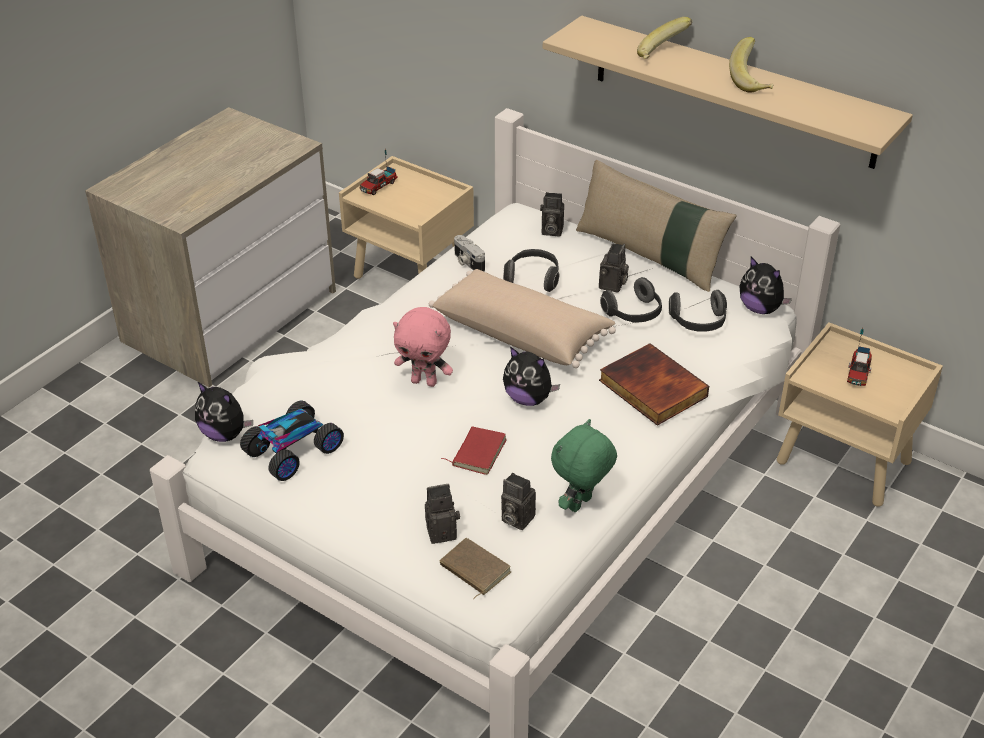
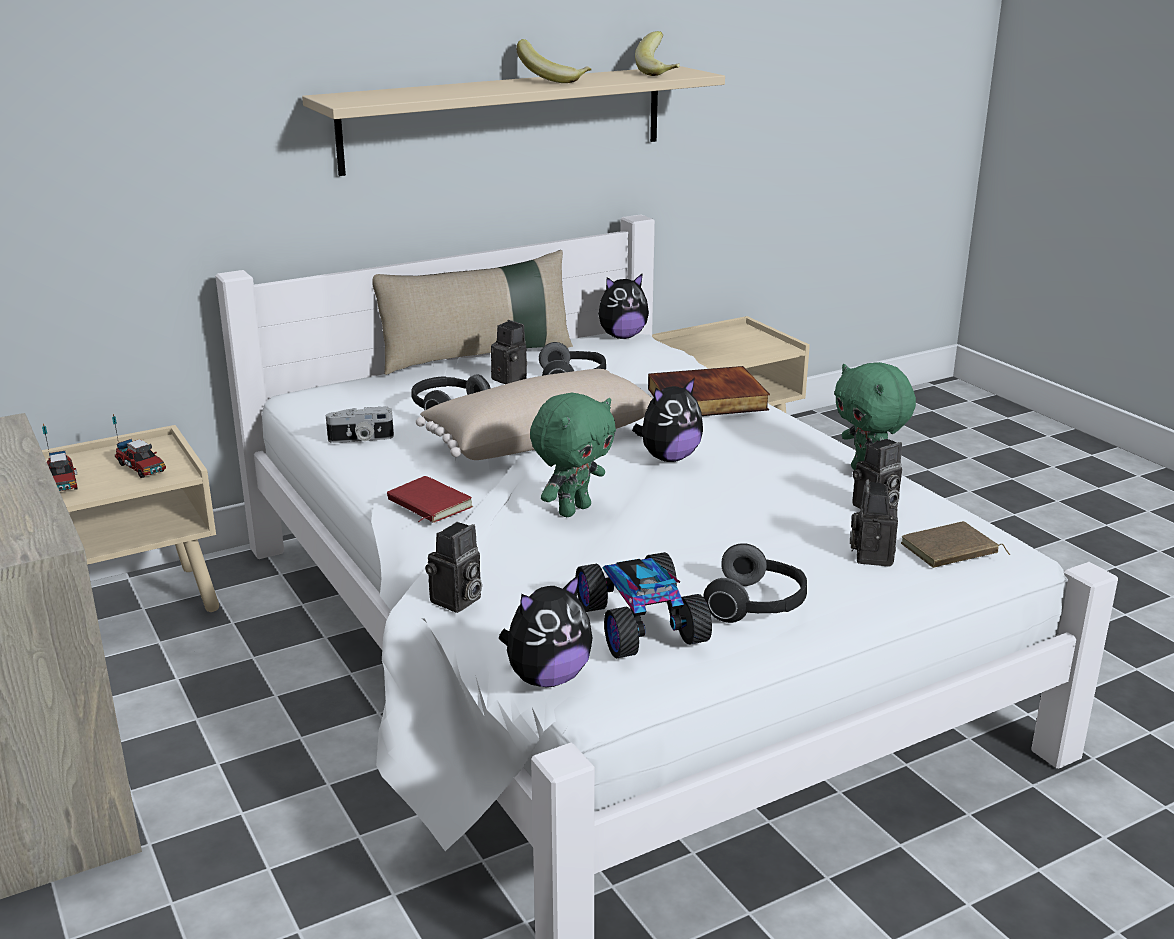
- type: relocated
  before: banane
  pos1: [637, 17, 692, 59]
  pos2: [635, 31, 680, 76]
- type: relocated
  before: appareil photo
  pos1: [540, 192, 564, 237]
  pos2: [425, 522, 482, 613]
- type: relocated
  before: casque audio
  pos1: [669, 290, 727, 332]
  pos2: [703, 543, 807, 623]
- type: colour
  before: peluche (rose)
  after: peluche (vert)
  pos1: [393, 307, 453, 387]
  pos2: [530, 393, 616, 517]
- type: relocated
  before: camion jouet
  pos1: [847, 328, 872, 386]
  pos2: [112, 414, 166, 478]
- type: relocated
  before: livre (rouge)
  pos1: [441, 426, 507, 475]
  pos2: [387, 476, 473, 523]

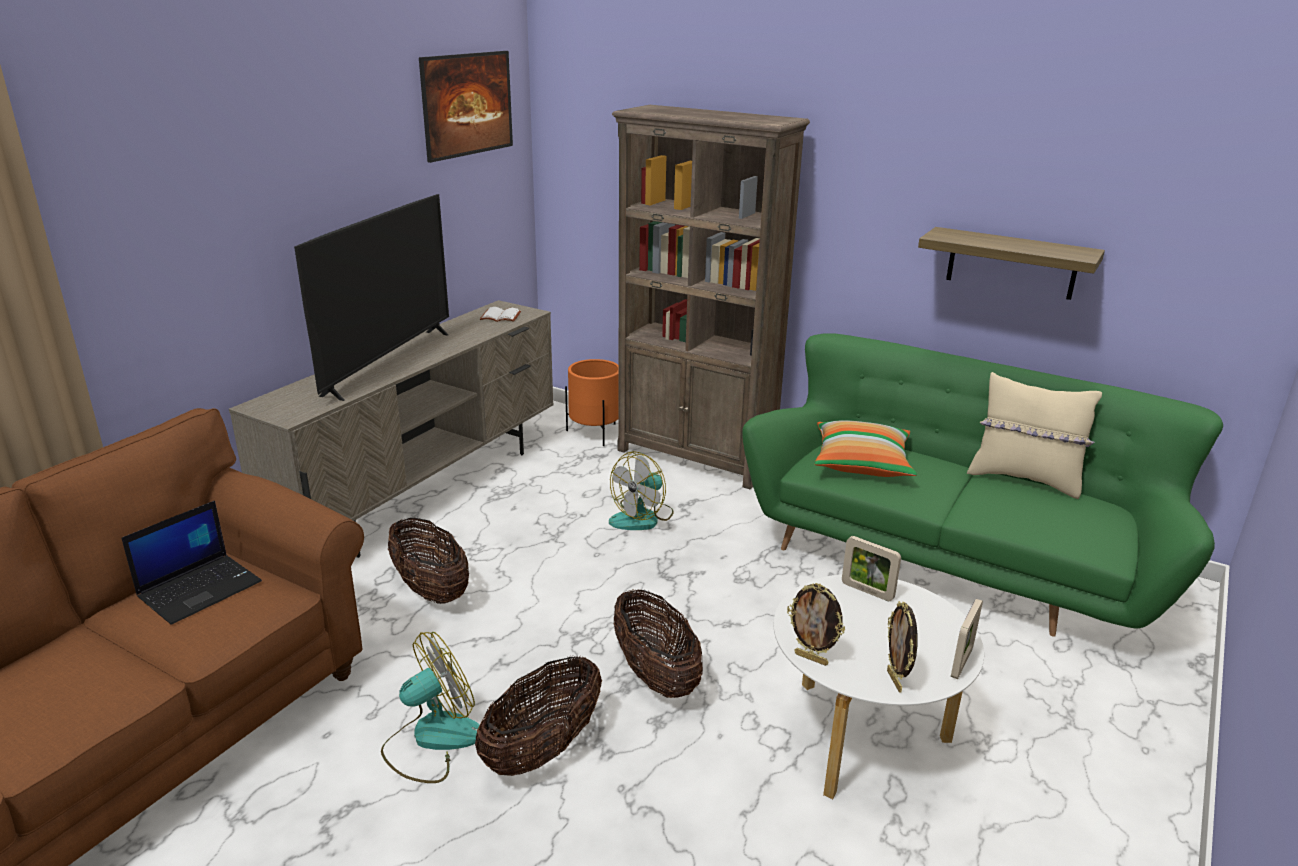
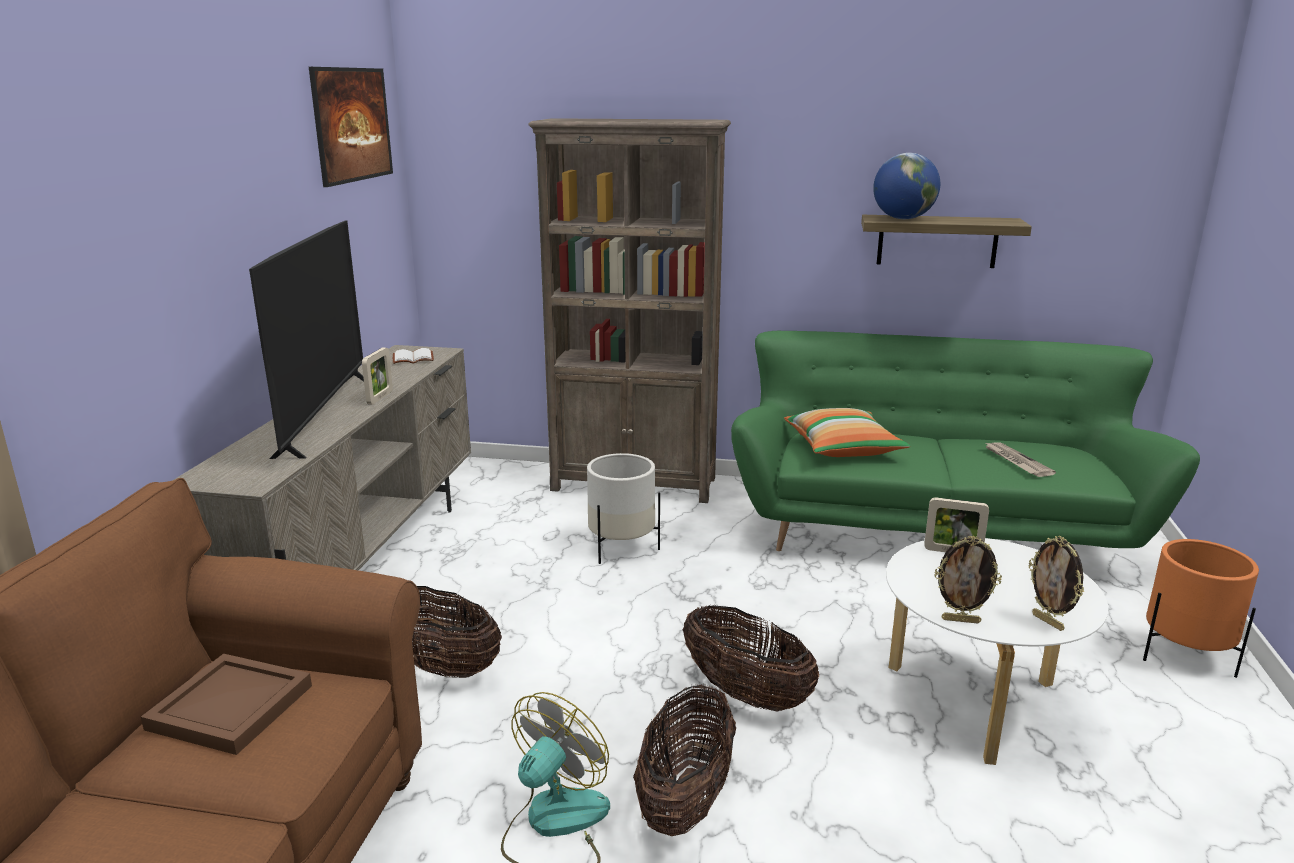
- type: relocated
  before: cache-pot (orange)
  pos1: [565, 359, 619, 446]
  pos2: [1143, 539, 1259, 678]
- type: missing
  before: coussin (beige)
  pos1: [967, 372, 1102, 499]
- type: exchanged
  before: ventilateur
  after: cache-pot (blanc)
  pos1: [609, 451, 674, 530]
  pos2: [587, 453, 660, 564]
- type: exchanged
  before: ordinateur portable
  after: plateau (marron)
  pos1: [122, 501, 262, 625]
  pos2: [141, 654, 312, 755]
- type: relocated
  before: cadre photo
  pos1: [951, 599, 983, 679]
  pos2: [362, 347, 393, 405]
- type: appeared
  after: globe
  pos2: [873, 153, 940, 219]
- type: appeared
  after: journal
  pos2: [984, 442, 1056, 477]

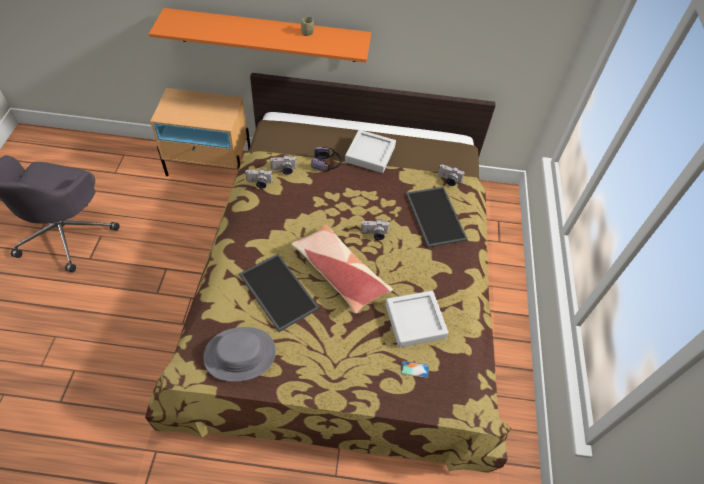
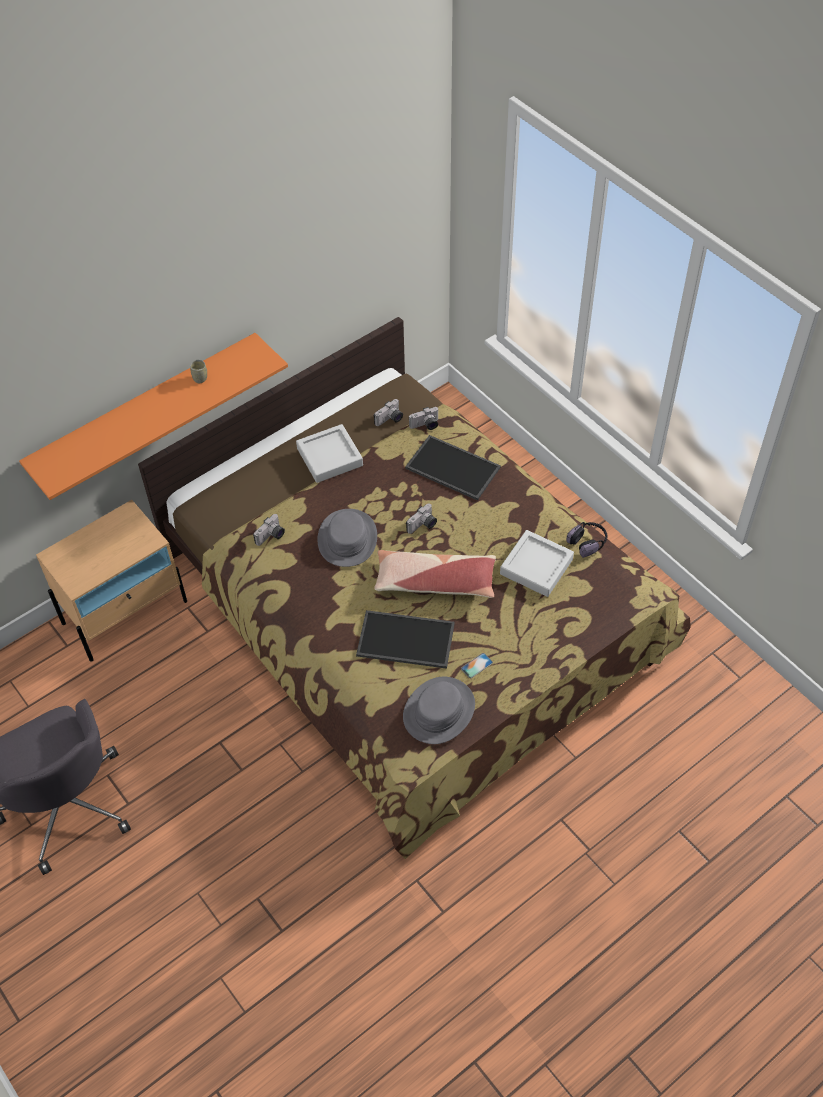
- type: relocated
  before: casque audio
  pos1: [311, 147, 342, 172]
  pos2: [566, 522, 607, 558]
- type: relocated
  before: appareil photo
  pos1: [245, 169, 273, 189]
  pos2: [374, 399, 403, 426]
- type: relocated
  before: téléphone
  pos1: [401, 361, 429, 378]
  pos2: [461, 653, 493, 678]
- type: appeared
  after: chapeau (gris)
  pos2: [317, 509, 377, 567]

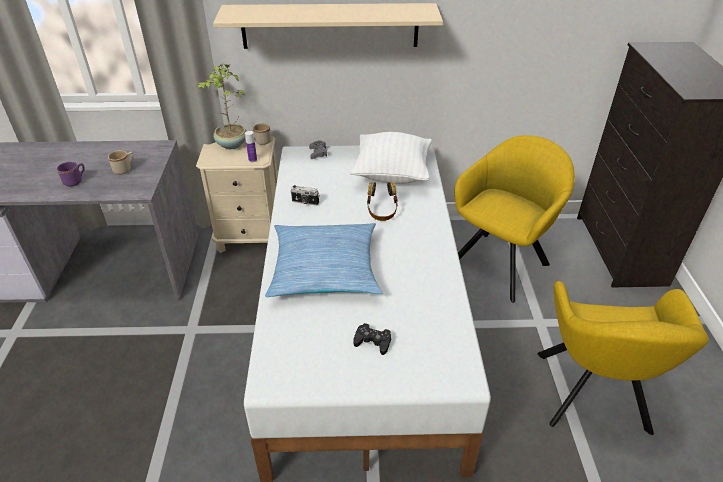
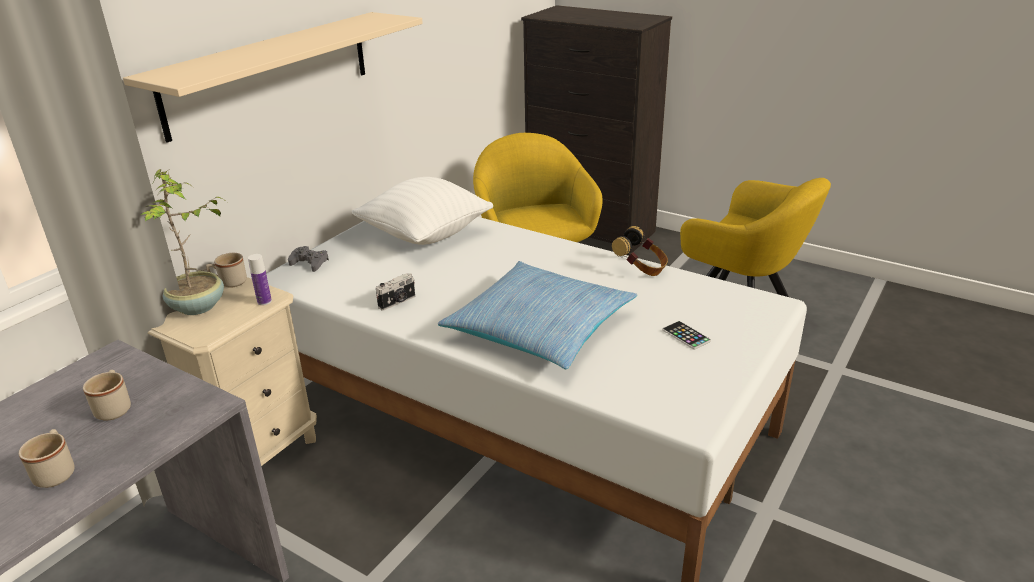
- type: colour
  before: mug (violet)
  after: mug (beige)
  pos1: [57, 162, 85, 187]
  pos2: [19, 429, 75, 488]
- type: relocated
  before: casque audio
  pos1: [367, 182, 398, 221]
  pos2: [612, 226, 668, 276]
- type: exchanged
  before: manette (noir)
  after: téléphone
  pos1: [353, 323, 391, 355]
  pos2: [662, 321, 711, 350]

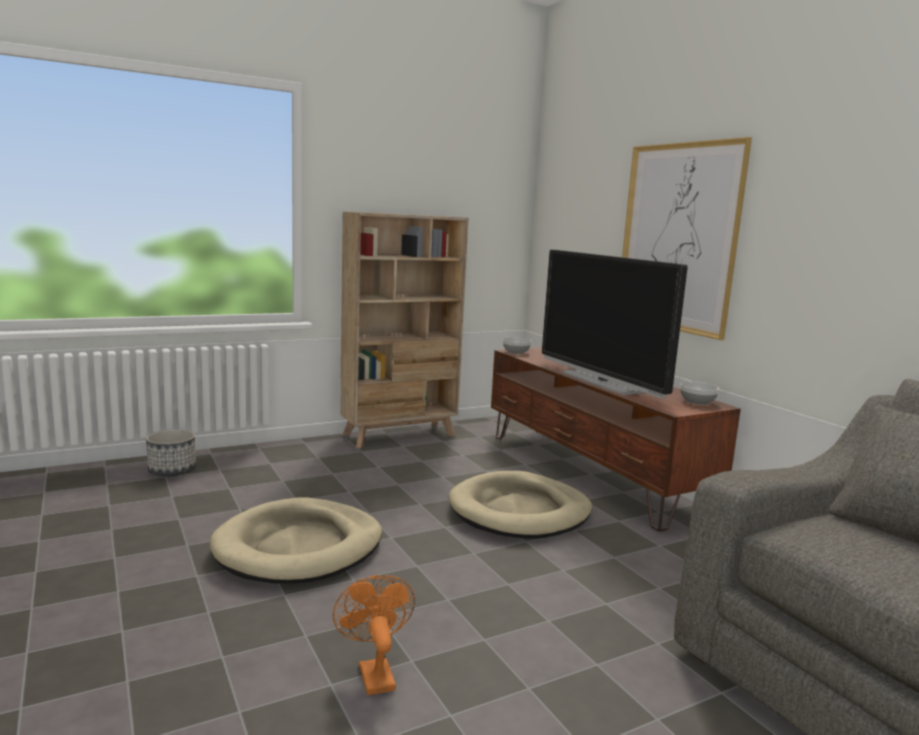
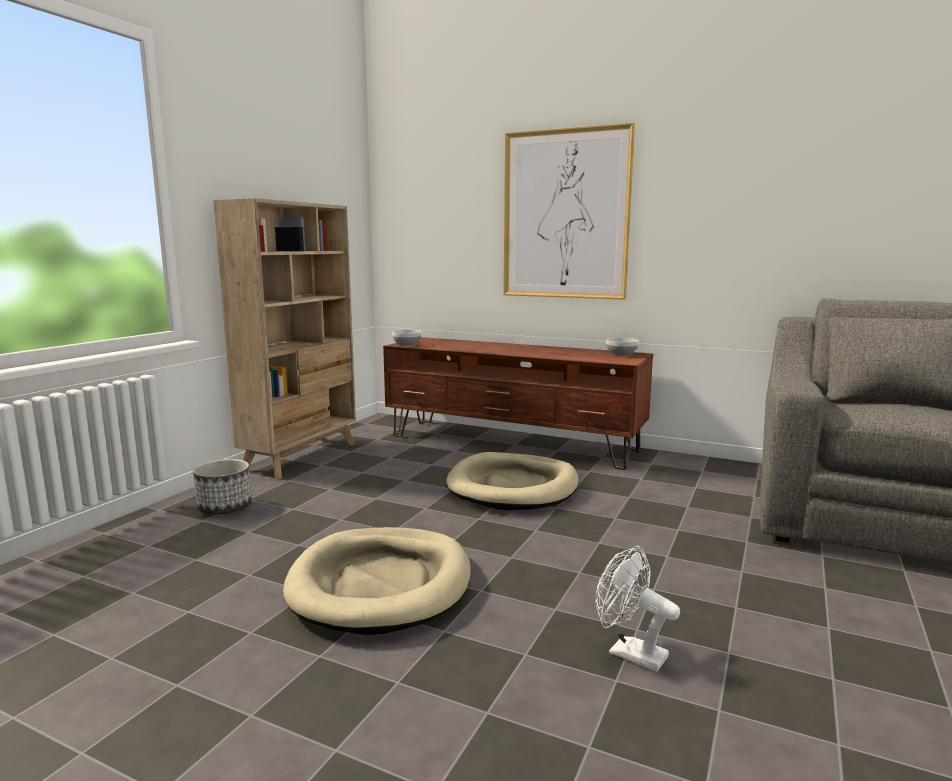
- type: missing
  before: téléviseur
  pos1: [542, 250, 688, 398]
- type: relocated
  before: cache-pot
  pos1: [146, 429, 196, 476]
  pos2: [193, 459, 252, 514]
- type: colour
  before: ventilateur (orange)
  after: ventilateur (blanc)
  pos1: [333, 575, 415, 695]
  pos2: [595, 546, 680, 672]

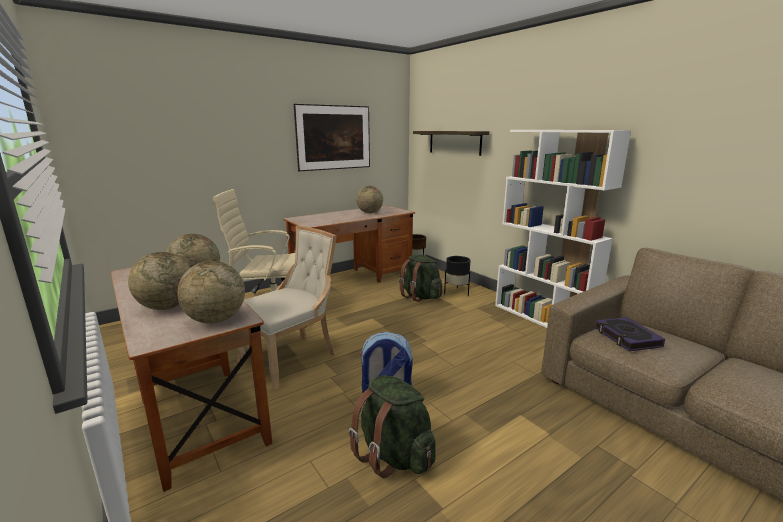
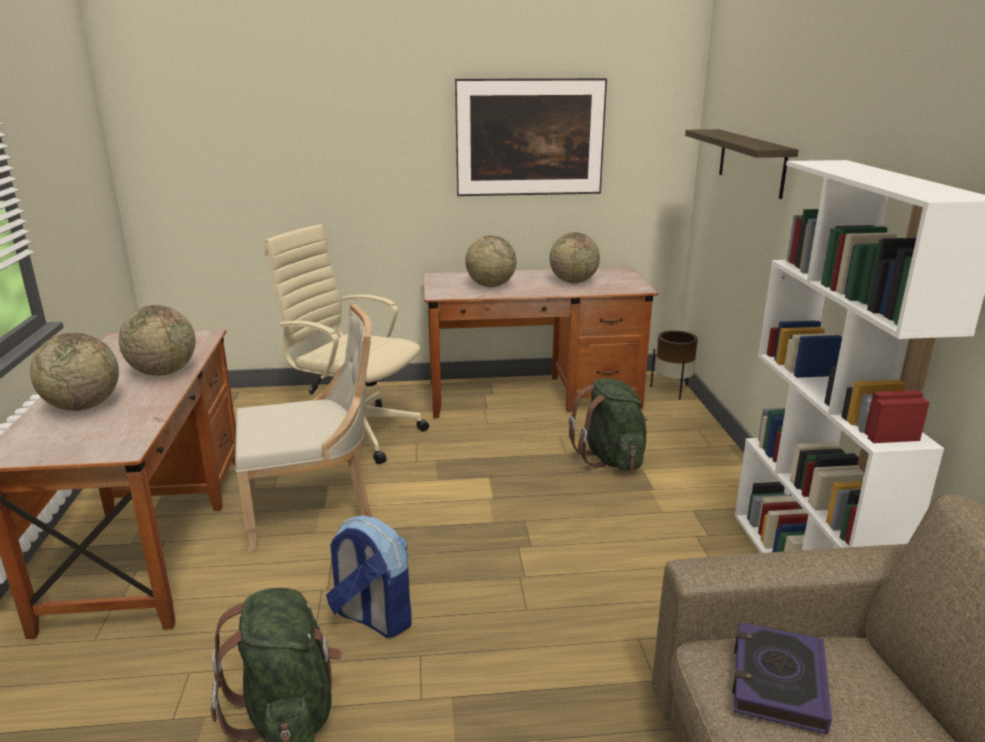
- type: missing
  before: cache-pot (noir)
  pos1: [444, 256, 470, 296]
- type: relocated
  before: globe
  pos1: [177, 261, 245, 323]
  pos2: [465, 235, 517, 287]

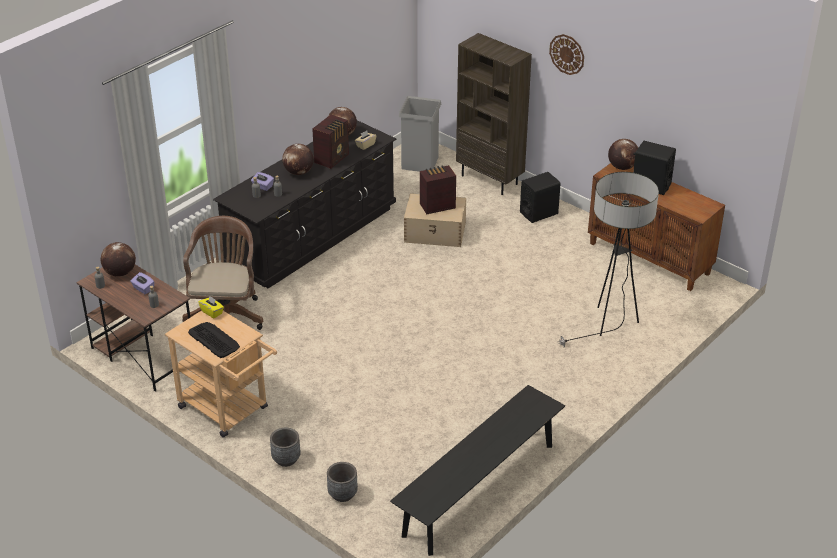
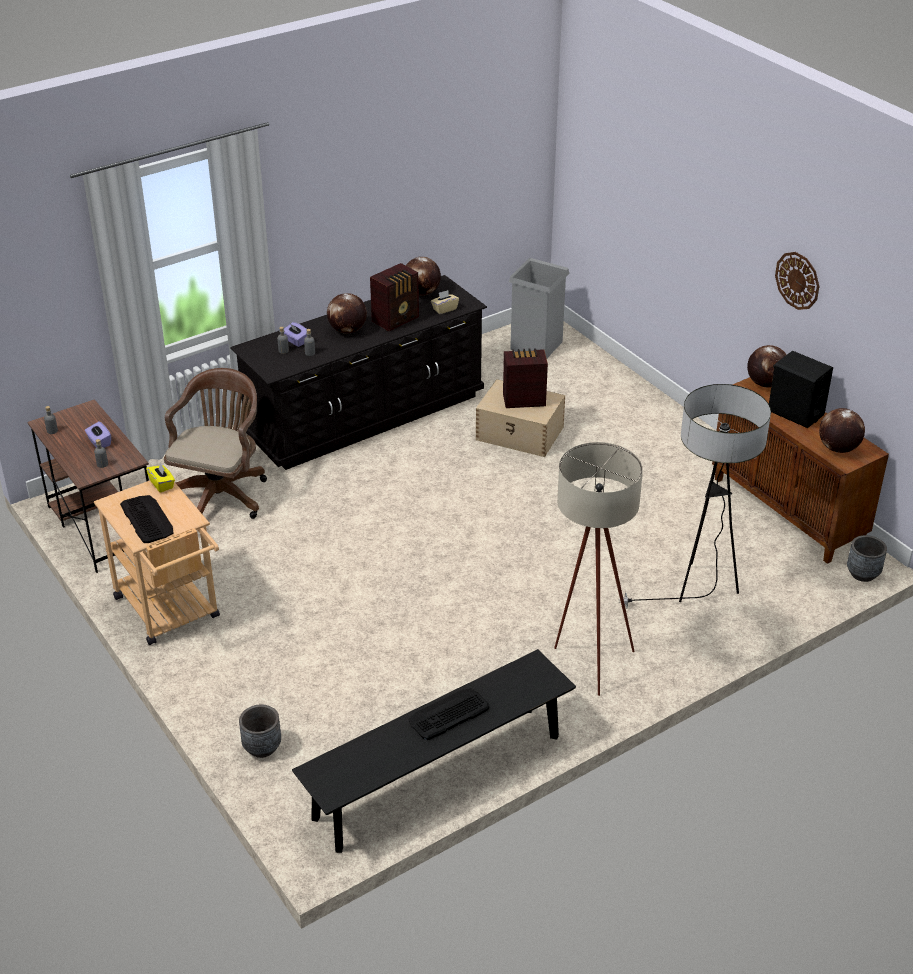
- type: missing
  before: bibliothèque (marron)
  pos1: [456, 33, 532, 195]
- type: relocated
  before: horloge murale
  pos1: [549, 34, 584, 75]
  pos2: [775, 252, 819, 310]
- type: missing
  before: enceinte (noir)
  pos1: [520, 172, 561, 223]
- type: relocated
  before: globe
  pos1: [101, 242, 136, 277]
  pos2: [819, 408, 865, 453]
- type: relocated
  before: cache-pot (gris)
  pos1: [270, 428, 301, 467]
  pos2: [847, 535, 887, 582]
- type: appeared
  after: lampadaire (beige)
  pos2: [554, 442, 643, 696]
- type: appeared
  after: clavier
  pos2: [408, 688, 489, 740]

